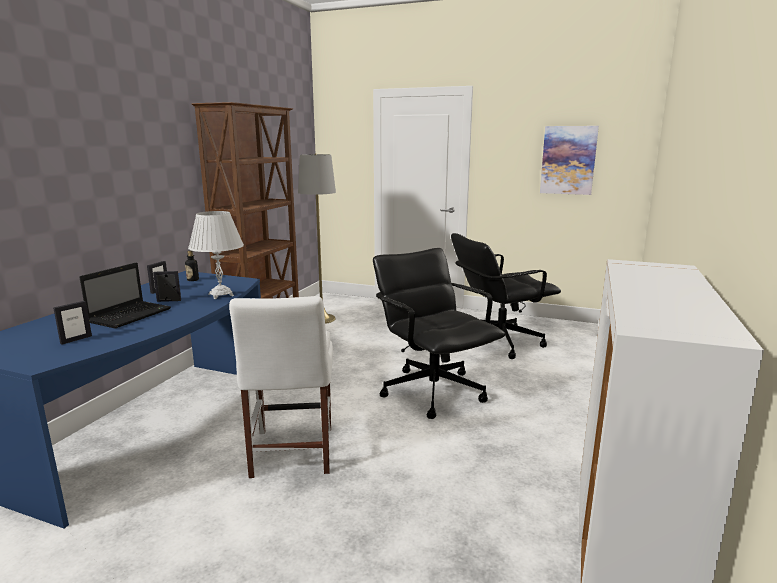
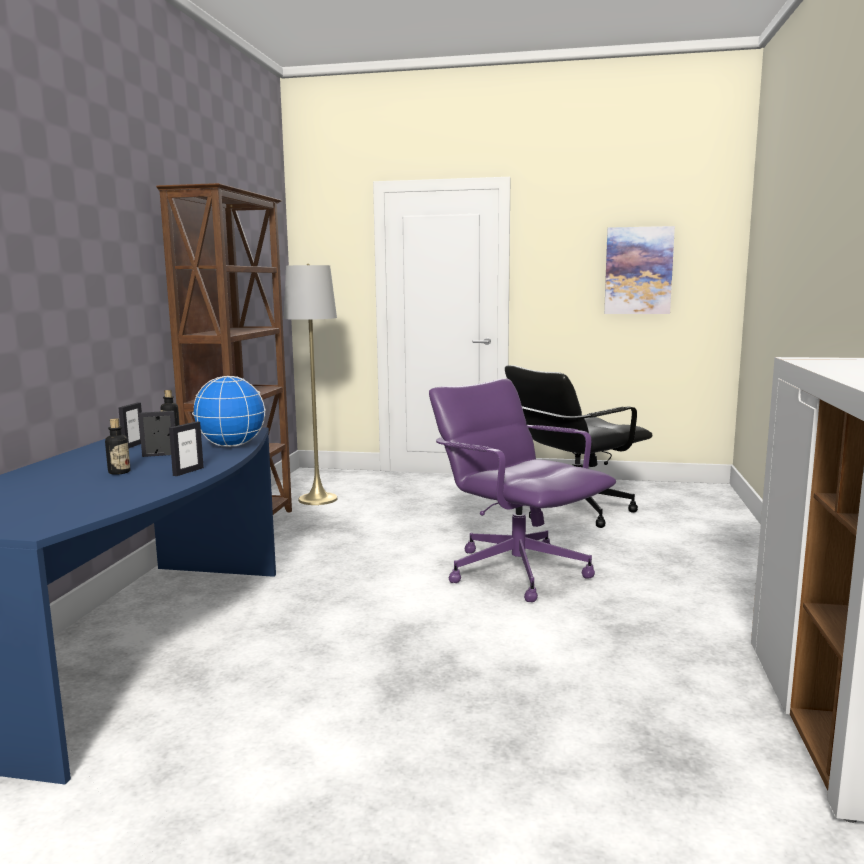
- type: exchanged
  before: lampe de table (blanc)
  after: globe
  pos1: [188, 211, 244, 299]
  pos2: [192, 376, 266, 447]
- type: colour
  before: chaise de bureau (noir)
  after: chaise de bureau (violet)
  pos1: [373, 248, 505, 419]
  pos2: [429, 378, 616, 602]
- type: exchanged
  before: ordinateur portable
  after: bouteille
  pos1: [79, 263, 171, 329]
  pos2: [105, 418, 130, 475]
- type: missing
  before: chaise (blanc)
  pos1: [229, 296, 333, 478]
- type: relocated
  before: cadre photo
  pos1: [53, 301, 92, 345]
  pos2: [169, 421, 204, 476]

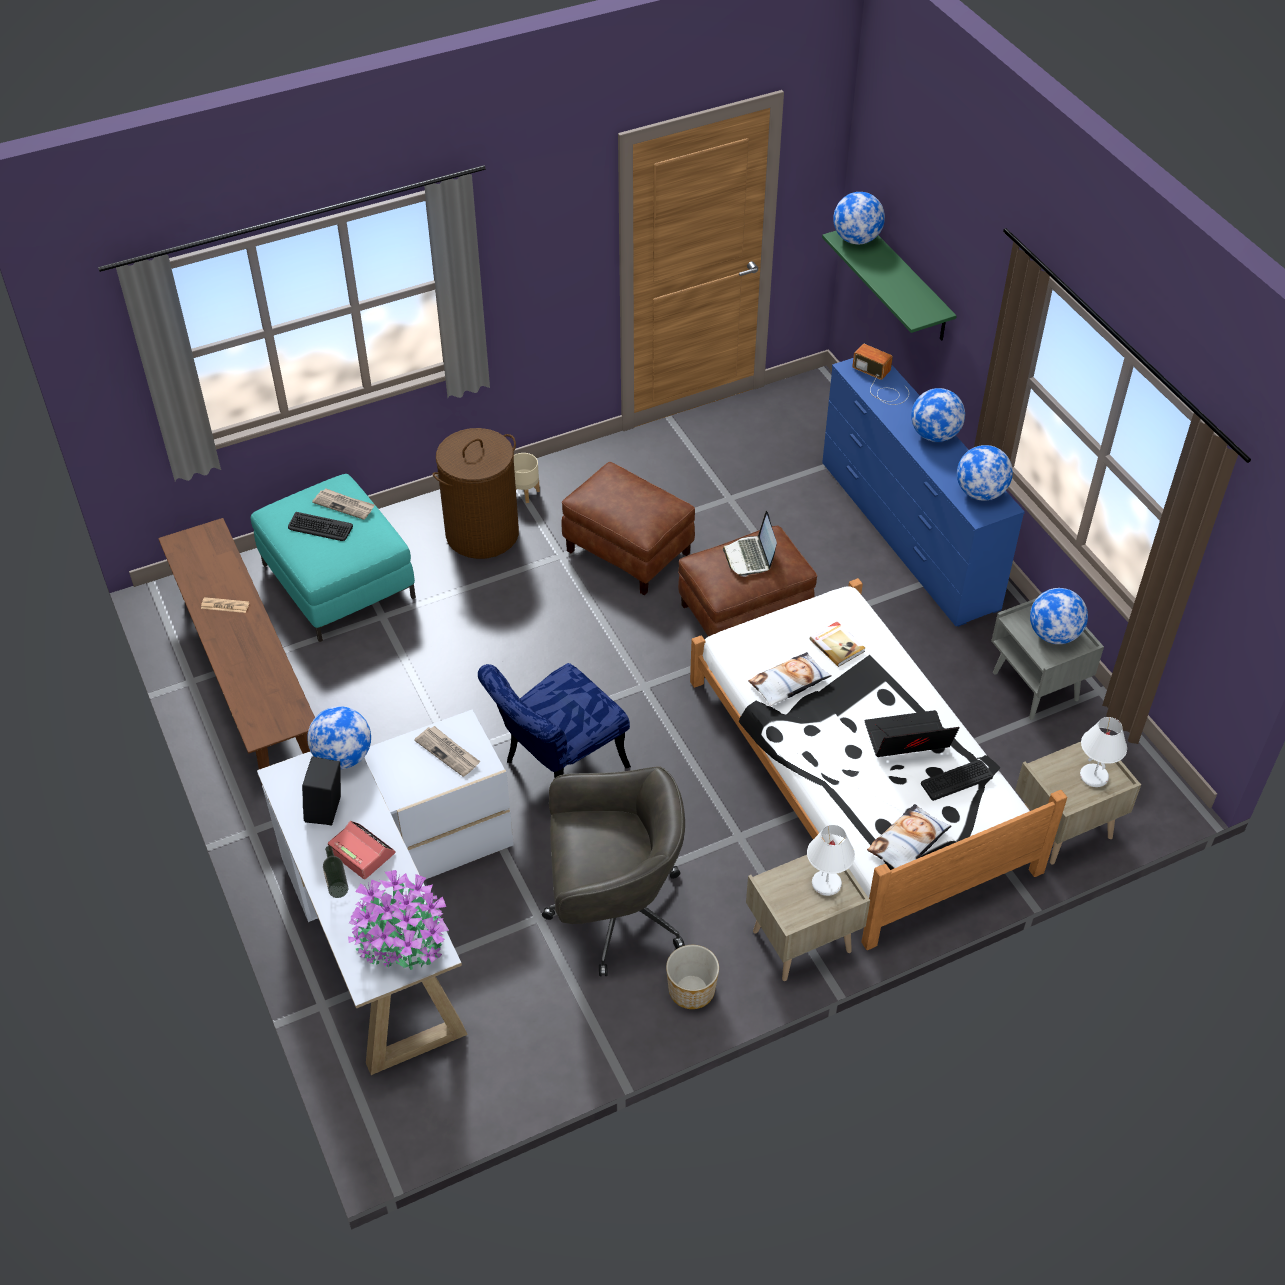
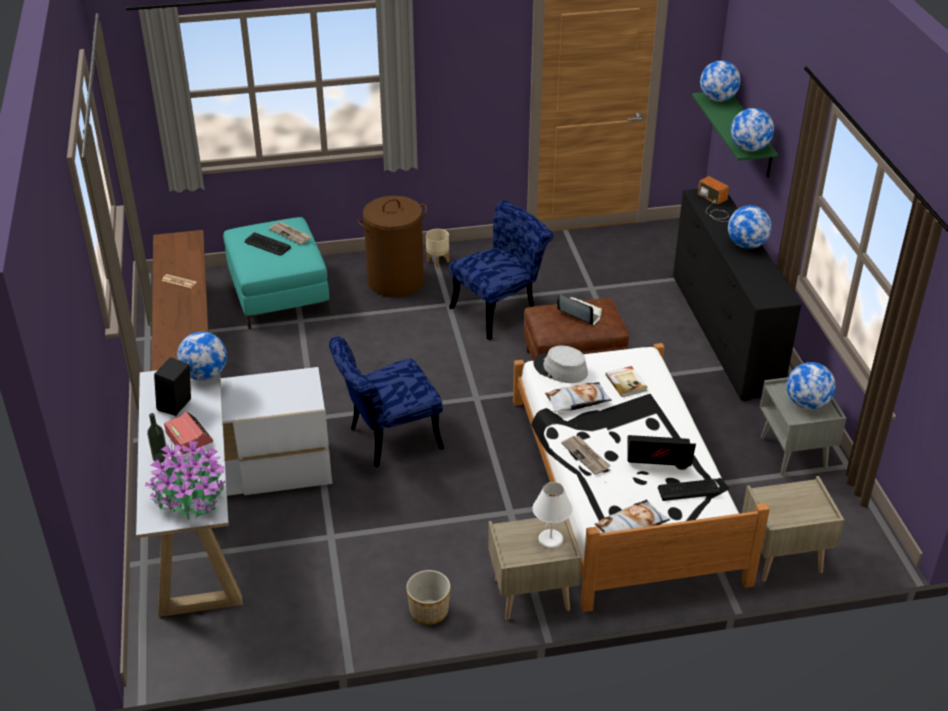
- type: colour
  before: commode (bleu)
  after: commode (noir)
  pos1: [822, 358, 1025, 627]
  pos2: [673, 189, 802, 401]
- type: relocated
  before: globe
  pos1: [957, 445, 1013, 501]
  pos2: [731, 108, 774, 151]
- type: exchanged
  before: pouf (marron)
  after: chaise (bleu)
  pos1: [562, 462, 695, 595]
  pos2: [449, 200, 554, 340]
- type: spun
  before: ordinateur portable
  pos1: [723, 511, 777, 577]
  pos2: [557, 294, 602, 326]
  turn: 120
- type: missing
  before: lampe de table (blanc)
  pos1: [1080, 717, 1127, 787]
- type: relocated
  before: journal
  pos1: [414, 726, 480, 777]
  pos2: [561, 436, 611, 475]
- type: missing
  before: chaise de bureau (gris)
  pos1: [542, 766, 685, 976]
- type: appeared
  after: chapeau (gris)
  pos2: [533, 346, 588, 383]

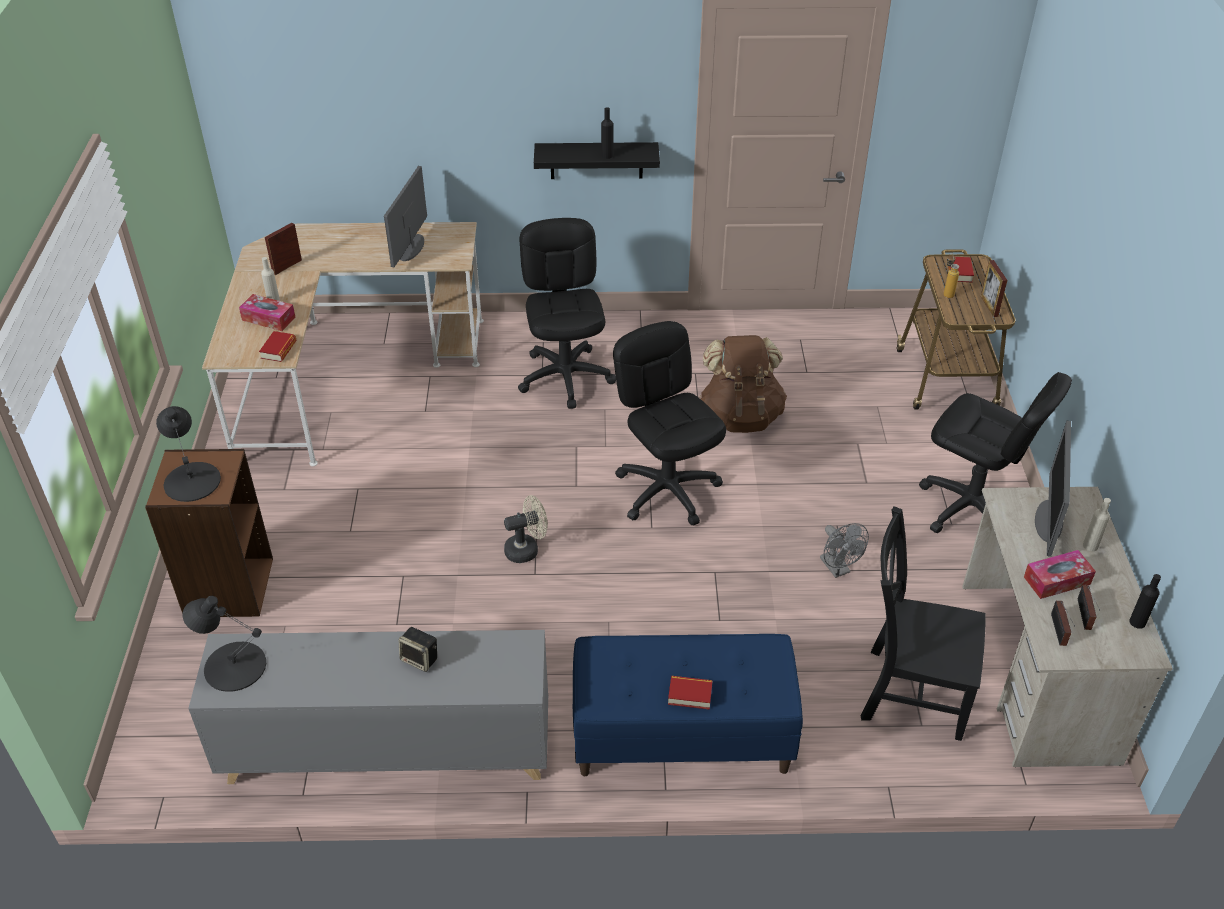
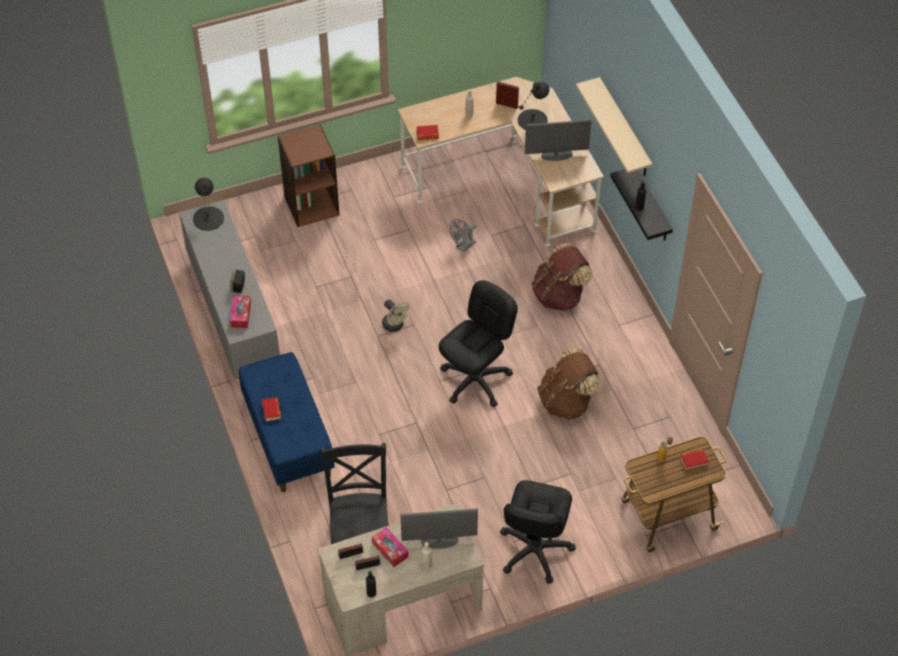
- type: exchanged
  before: chaise de bureau (noir)
  after: sac à dos (marron)
  pos1: [518, 218, 616, 409]
  pos2: [531, 243, 593, 311]
- type: missing
  before: cadre photo
  pos1: [981, 260, 1007, 317]
- type: relocated
  before: boîte à mouchoirs
  pos1: [239, 294, 295, 331]
  pos2: [230, 295, 251, 328]
- type: relocated
  before: lampe de table (noir)
  pos1: [156, 406, 221, 502]
  pos2: [518, 82, 550, 130]
- type: relocated
  before: ventilateur (gris)
  pos1: [820, 523, 869, 578]
  pos2: [450, 219, 476, 252]
- type: appeared
  after: étagère (beige)
  pos2: [576, 77, 653, 176]

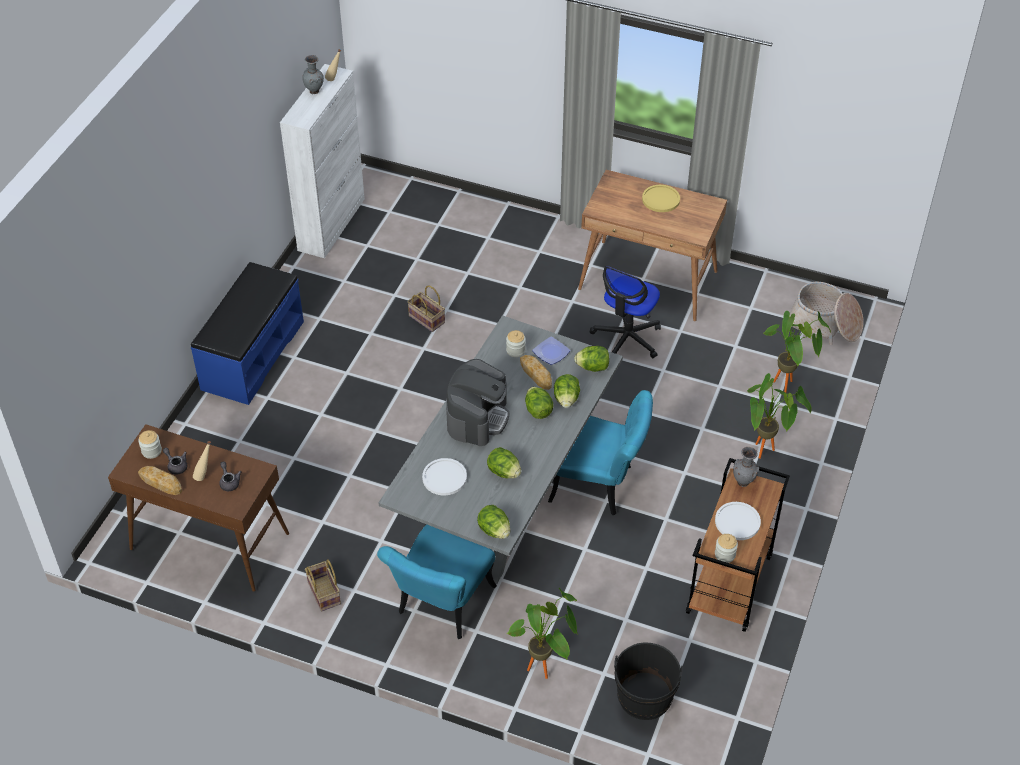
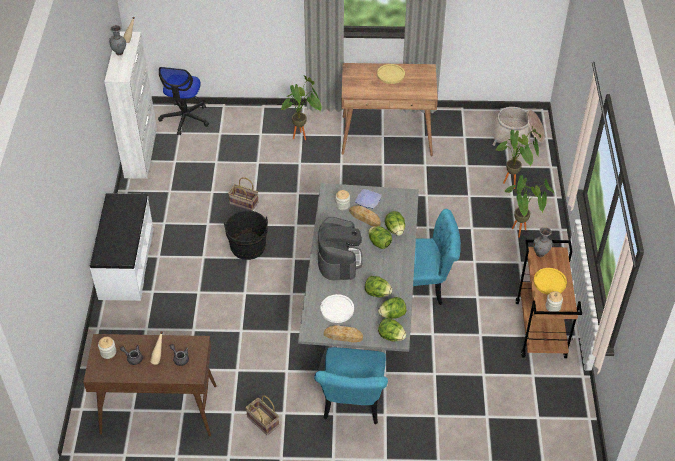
- type: colour
  before: banc (bleu)
  after: banc (blanc)
  pos1: [191, 262, 304, 405]
  pos2: [90, 193, 154, 301]
- type: relocated
  before: chaise de bureau
  pos1: [589, 266, 661, 359]
  pos2: [158, 67, 209, 135]
- type: relocated
  before: laitue
  pos1: [574, 346, 609, 372]
  pos2: [378, 297, 406, 319]
- type: relocated
  before: pain
  pos1: [138, 466, 182, 495]
  pos2: [324, 325, 363, 342]
- type: colour
  before: assiette (blanc)
  after: assiette (jaune)
  pos1: [715, 502, 761, 540]
  pos2: [534, 268, 567, 295]
- type: relocated
  before: plante en pot
  pos1: [506, 588, 578, 679]
  pos2: [281, 75, 321, 140]
- type: relocated
  before: seau (noir)
  pos1: [614, 642, 683, 720]
  pos2: [224, 210, 268, 260]

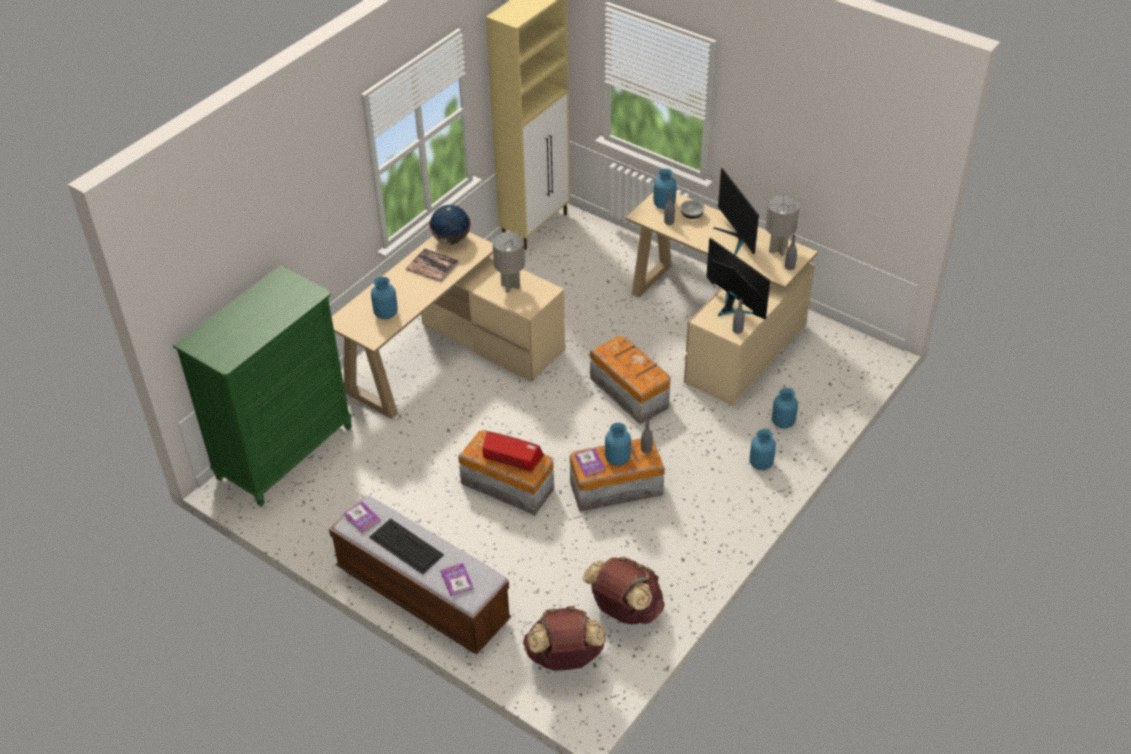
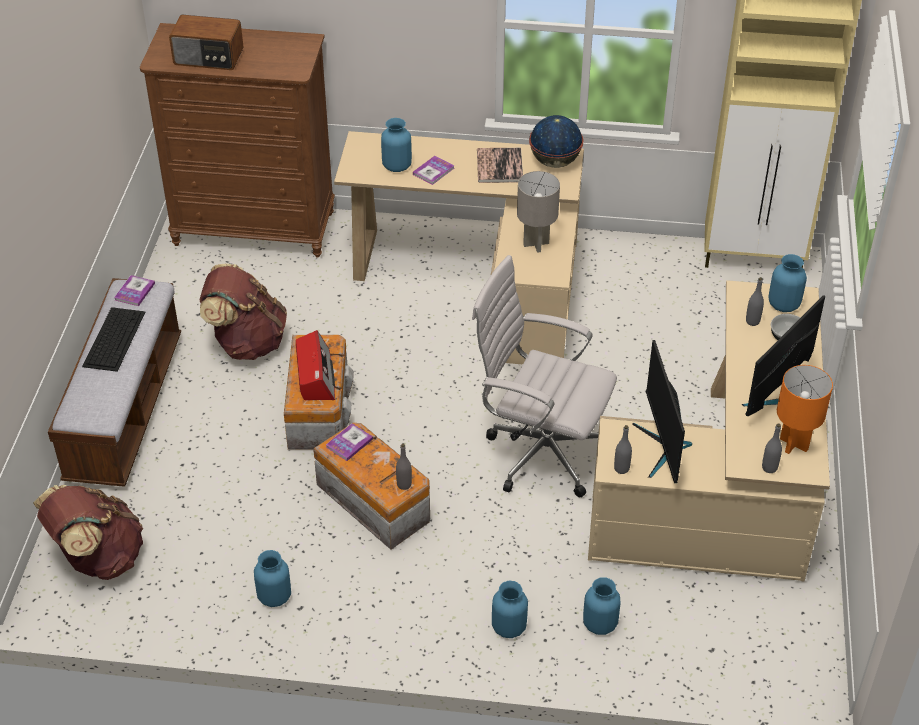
- type: colour
  before: lampe de table (gris)
  after: lampe de table (orange)
  pos1: [765, 195, 800, 256]
  pos2: [777, 365, 833, 454]
- type: spun
  before: écran d'ordinateur
  pos1: [706, 238, 770, 319]
  pos2: [632, 340, 692, 483]
  turn: 150
- type: colour
  before: commode (vert)
  after: commode (marron)
  pos1: [173, 265, 352, 507]
  pos2: [140, 23, 335, 258]
- type: exchanged
  before: boîte de rangement
  after: chaise de bureau (blanc)
  pos1: [590, 336, 671, 424]
  pos2: [472, 255, 617, 498]
- type: relocated
  before: vase (bleu)
  pos1: [605, 423, 631, 466]
  pos2: [254, 550, 291, 607]
- type: relocated
  before: sac à dos (marron)
  pos1: [583, 557, 665, 624]
  pos2: [199, 263, 287, 360]
- type: relocated
  before: livre
  pos1: [440, 563, 474, 596]
  pos2: [413, 156, 455, 185]
- type: appeared
  after: radio
  pos2: [169, 15, 243, 70]

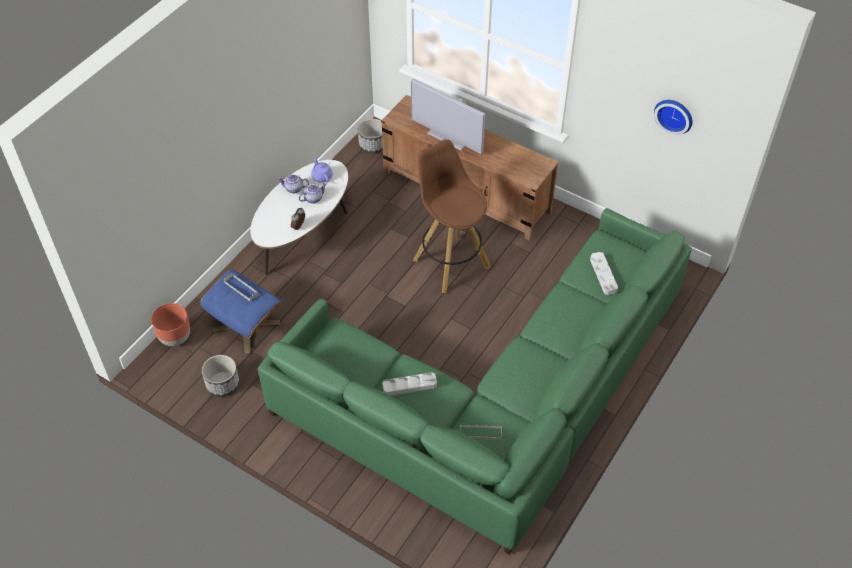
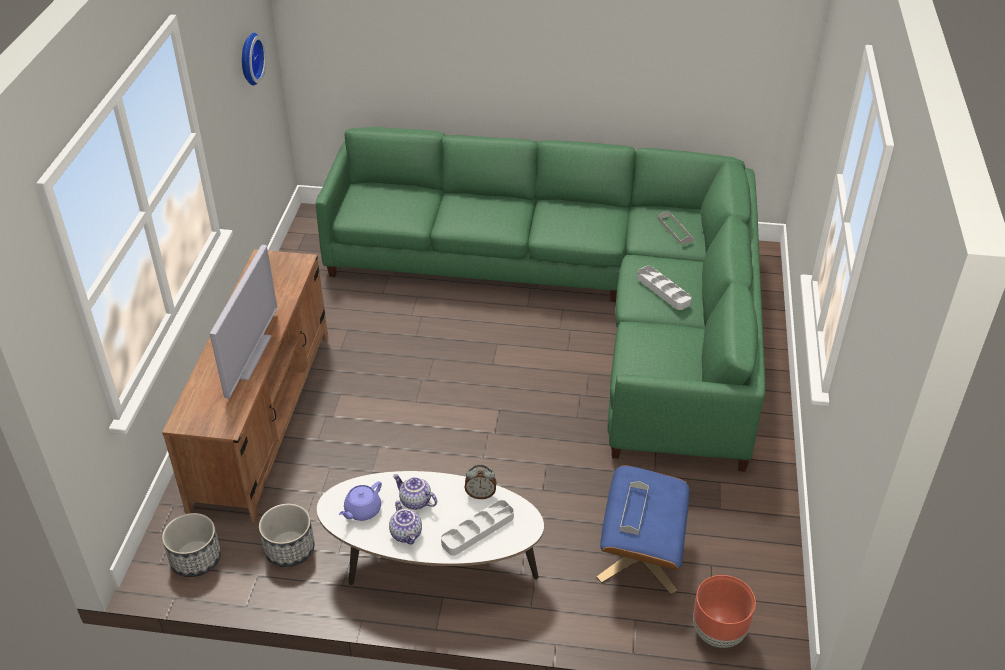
- type: missing
  before: tabouret (marron)
  pos1: [413, 139, 491, 293]
- type: relocated
  before: plateau (gris)
  pos1: [590, 252, 618, 295]
  pos2: [441, 500, 514, 556]
- type: relocated
  before: cache-pot
  pos1: [202, 355, 239, 397]
  pos2: [259, 504, 315, 567]

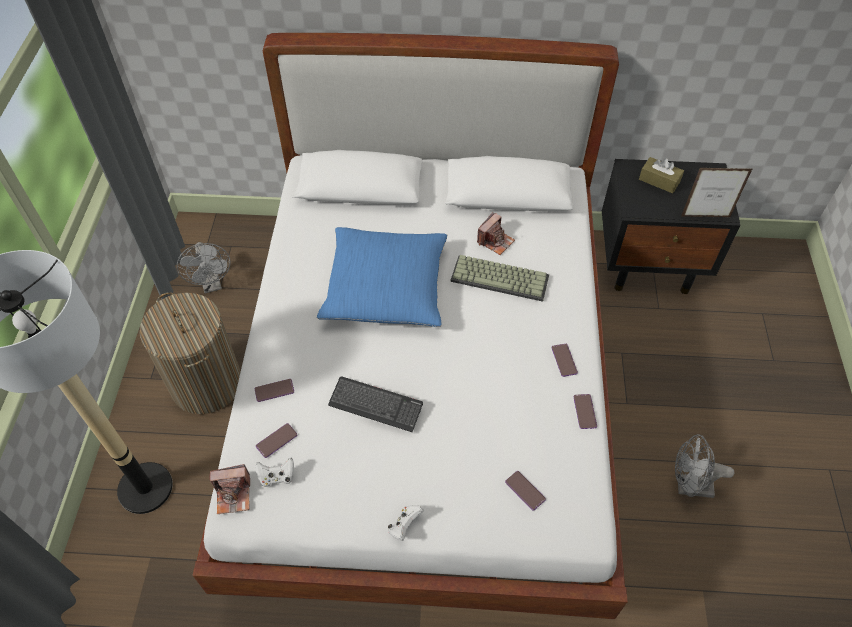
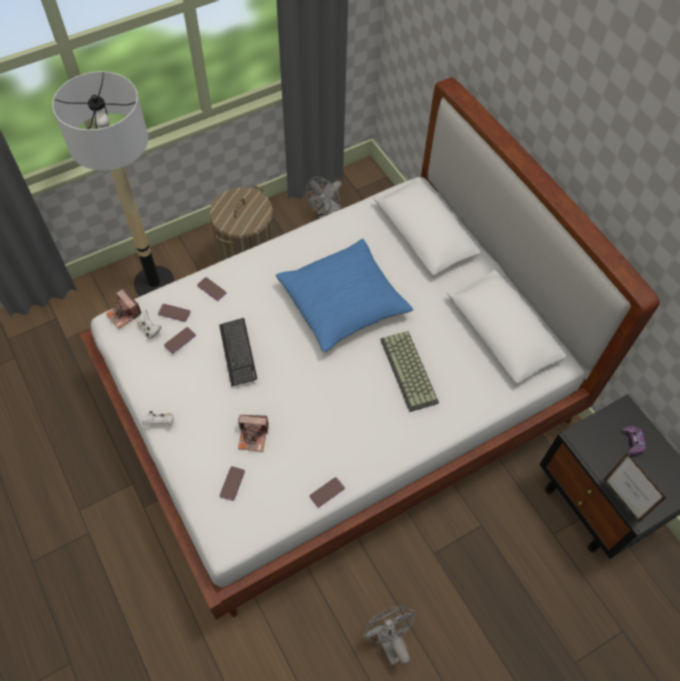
- type: exchanged
  before: boîte à mouchoirs (marron)
  after: manette (violet)
  pos1: [639, 157, 684, 193]
  pos2: [621, 426, 646, 455]
- type: relocated
  before: appareil photo
  pos1: [477, 213, 515, 255]
  pos2: [238, 415, 269, 452]
- type: relocated
  before: téléphone
  pos1: [551, 344, 578, 377]
  pos2: [164, 327, 196, 353]

